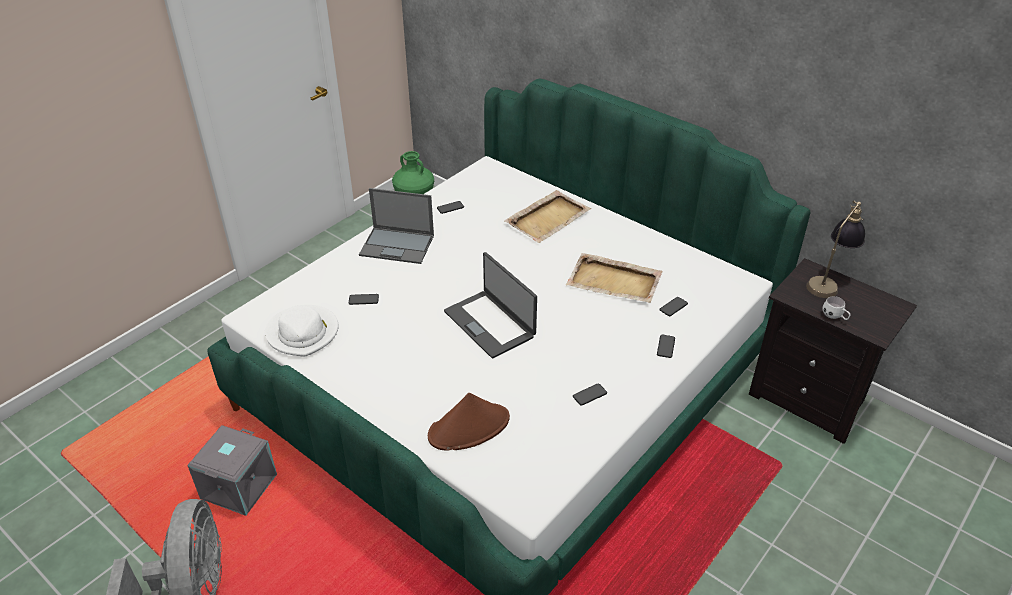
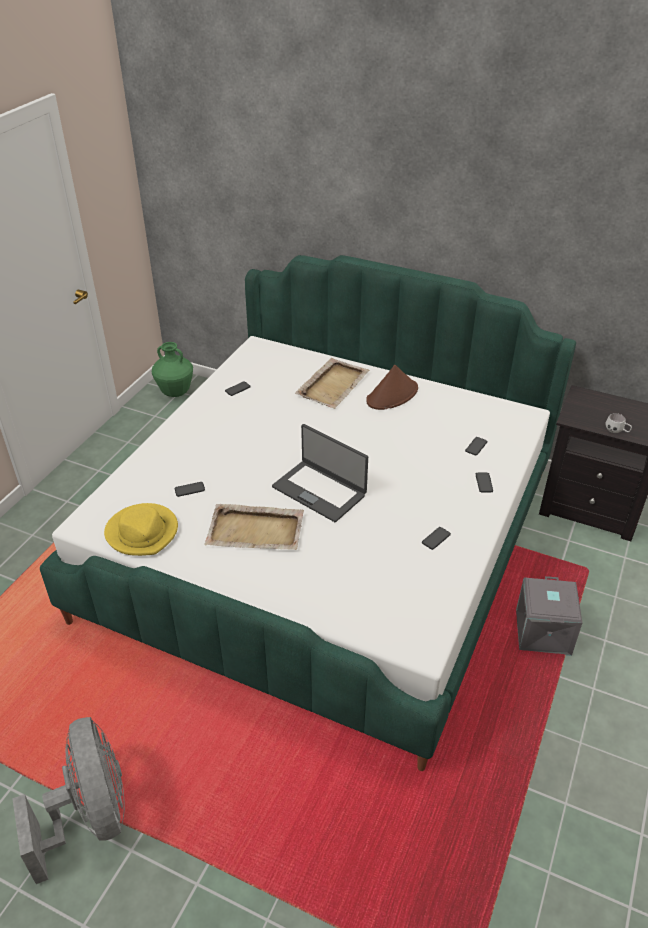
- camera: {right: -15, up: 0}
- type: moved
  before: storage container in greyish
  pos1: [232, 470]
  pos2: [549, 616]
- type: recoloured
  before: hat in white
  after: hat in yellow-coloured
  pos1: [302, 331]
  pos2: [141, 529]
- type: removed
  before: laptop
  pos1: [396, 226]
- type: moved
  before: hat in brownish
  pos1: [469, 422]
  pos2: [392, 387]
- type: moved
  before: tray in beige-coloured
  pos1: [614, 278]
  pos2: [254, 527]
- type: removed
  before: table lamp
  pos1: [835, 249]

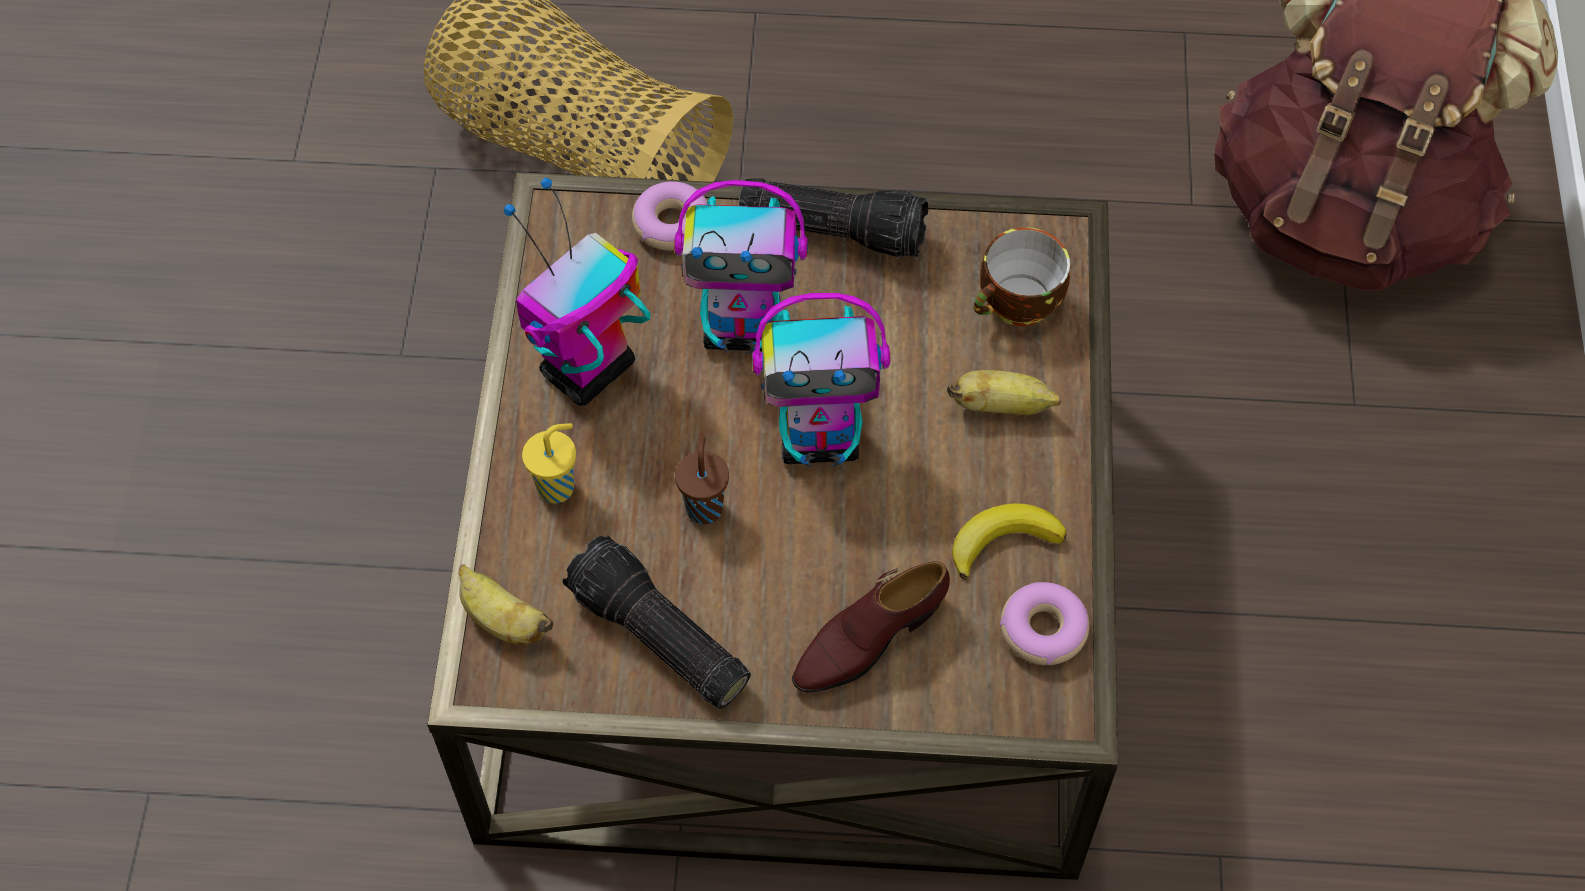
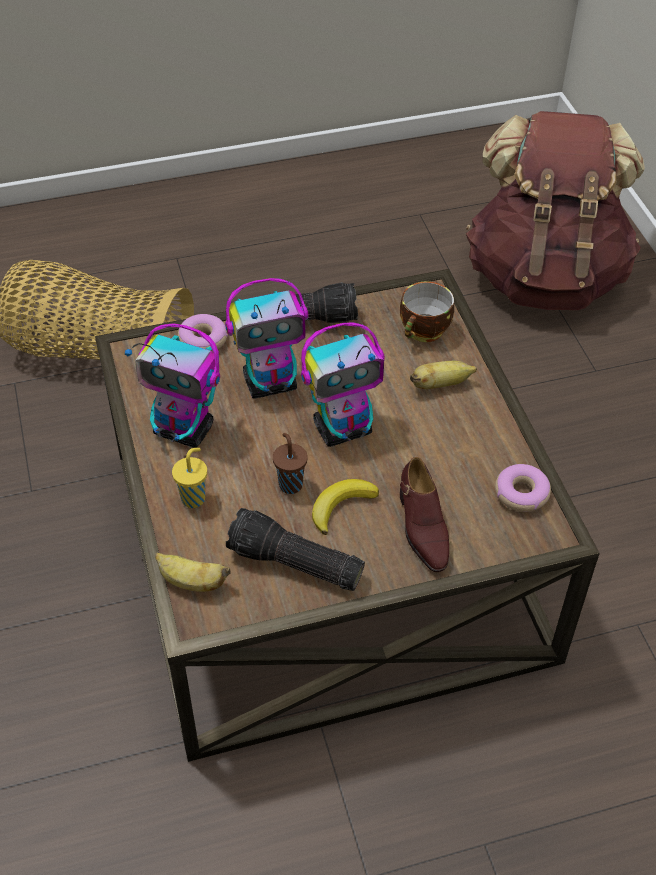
- camera: {right: -20, up: -10}
- type: turned
  before: model robot
  pos1: [577, 292]
  pos2: [172, 385]
  turn: -90
- type: turned
  before: shoe in brownish
  pos1: [871, 627]
  pos2: [424, 514]
  turn: -45
- type: moved
  before: whole banana
  pos1: [1009, 541]
  pos2: [345, 507]

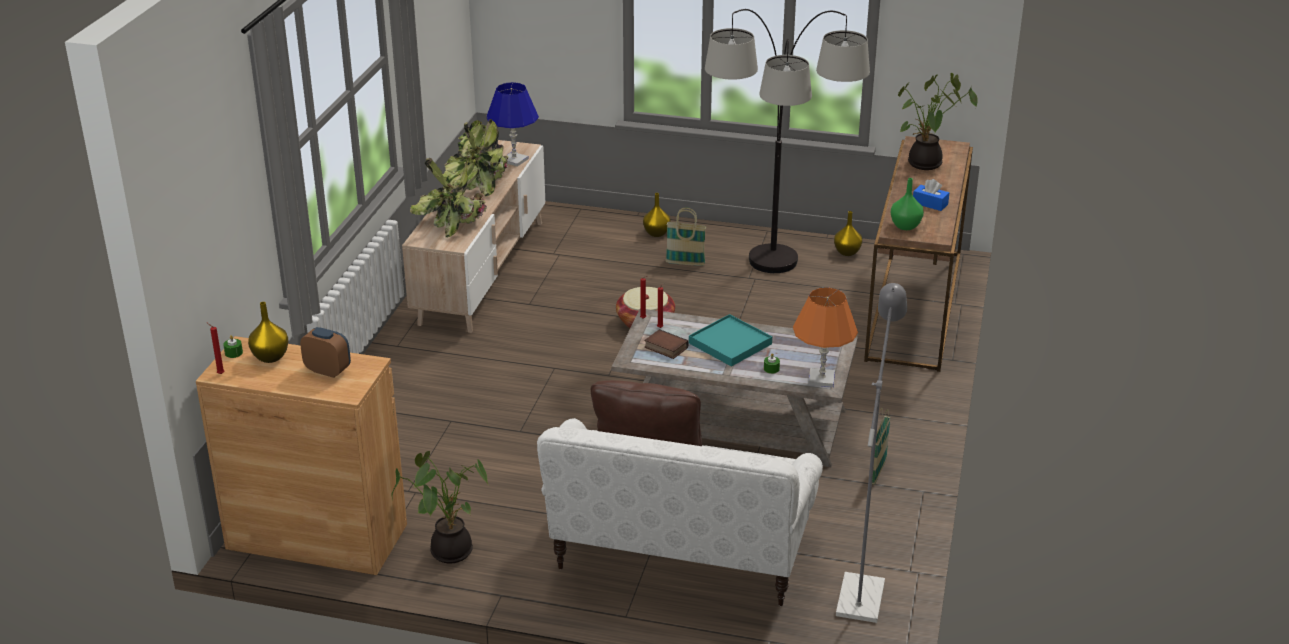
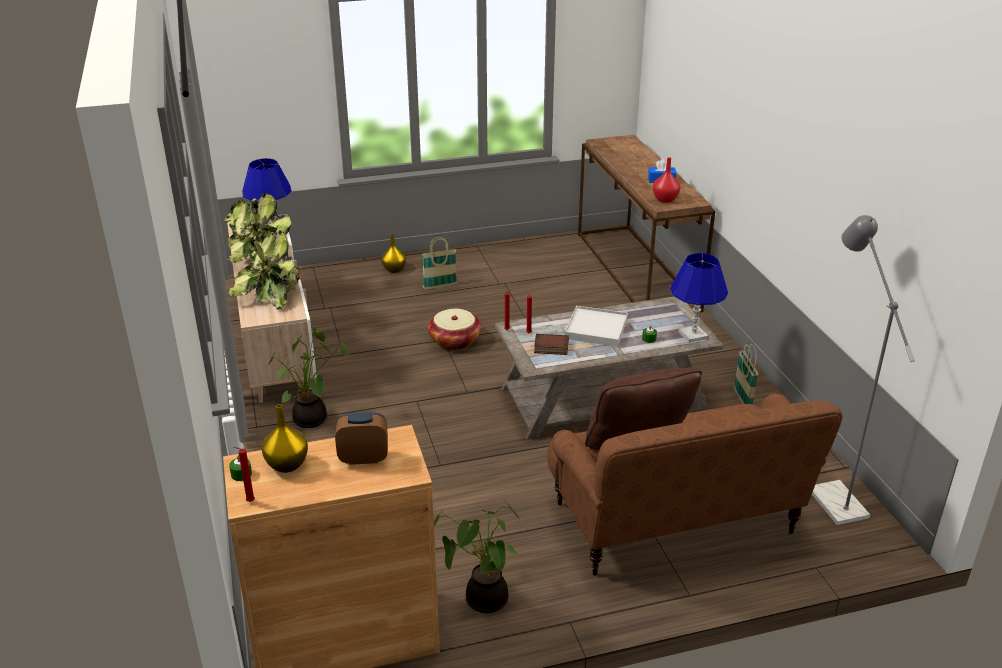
- camera: {right: -30, up: 0}
- type: recoloured
  before: couch in white
  after: couch in brownish
  pos1: [680, 512]
  pos2: [695, 484]
- type: recoloured
  before: tray in turquoise-coloured
  after: tray in white
  pos1: [730, 340]
  pos2: [596, 326]
- type: removed
  before: standing lamp
  pos1: [787, 141]
- type: recoloured
  before: table lamp in orangey
  after: table lamp in blue
  pos1: [825, 337]
  pos2: [699, 298]
- type: removed
  before: decorative vase in yellow-coloured
  pos1: [848, 233]
- type: recoloured
  before: decorative vase in green
  after: decorative vase in reddish
  pos1: [907, 204]
  pos2: [666, 180]
- type: moved
  before: houseplant
  pos1: [938, 121]
  pos2: [308, 378]

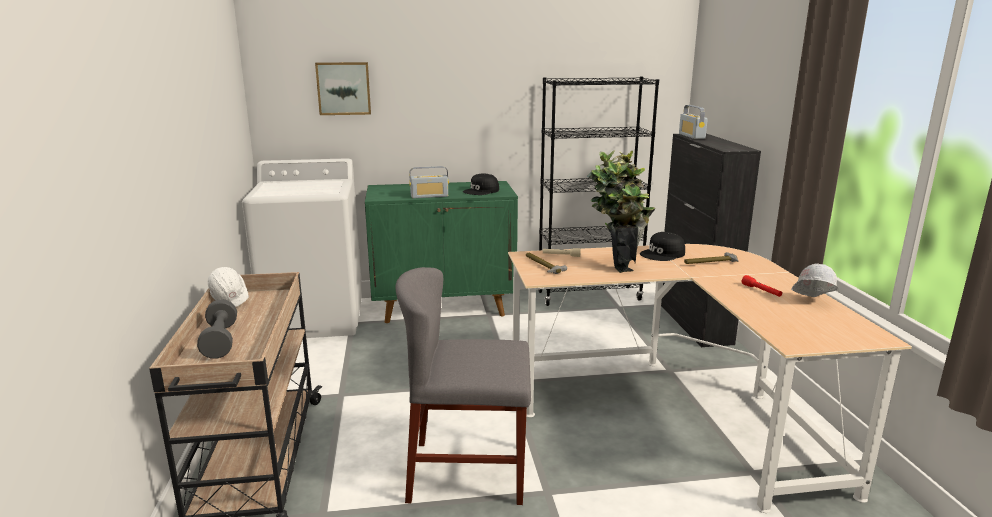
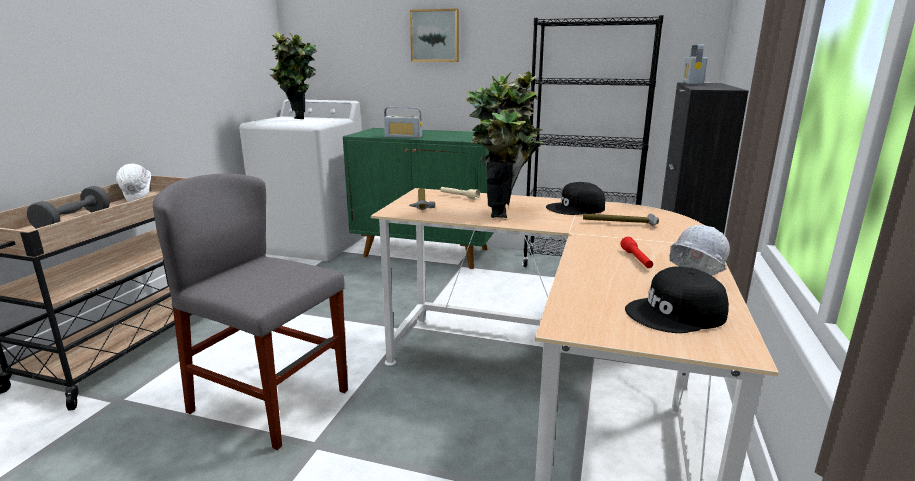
- camera: {right: 25, up: 0}
- type: moved
  before: wall art
  pos1: [343, 88]
  pos2: [434, 35]
- type: moved
  before: baseball cap in black
  pos1: [481, 184]
  pos2: [677, 299]
- type: added
  after: houseplant
  pos2: [293, 75]

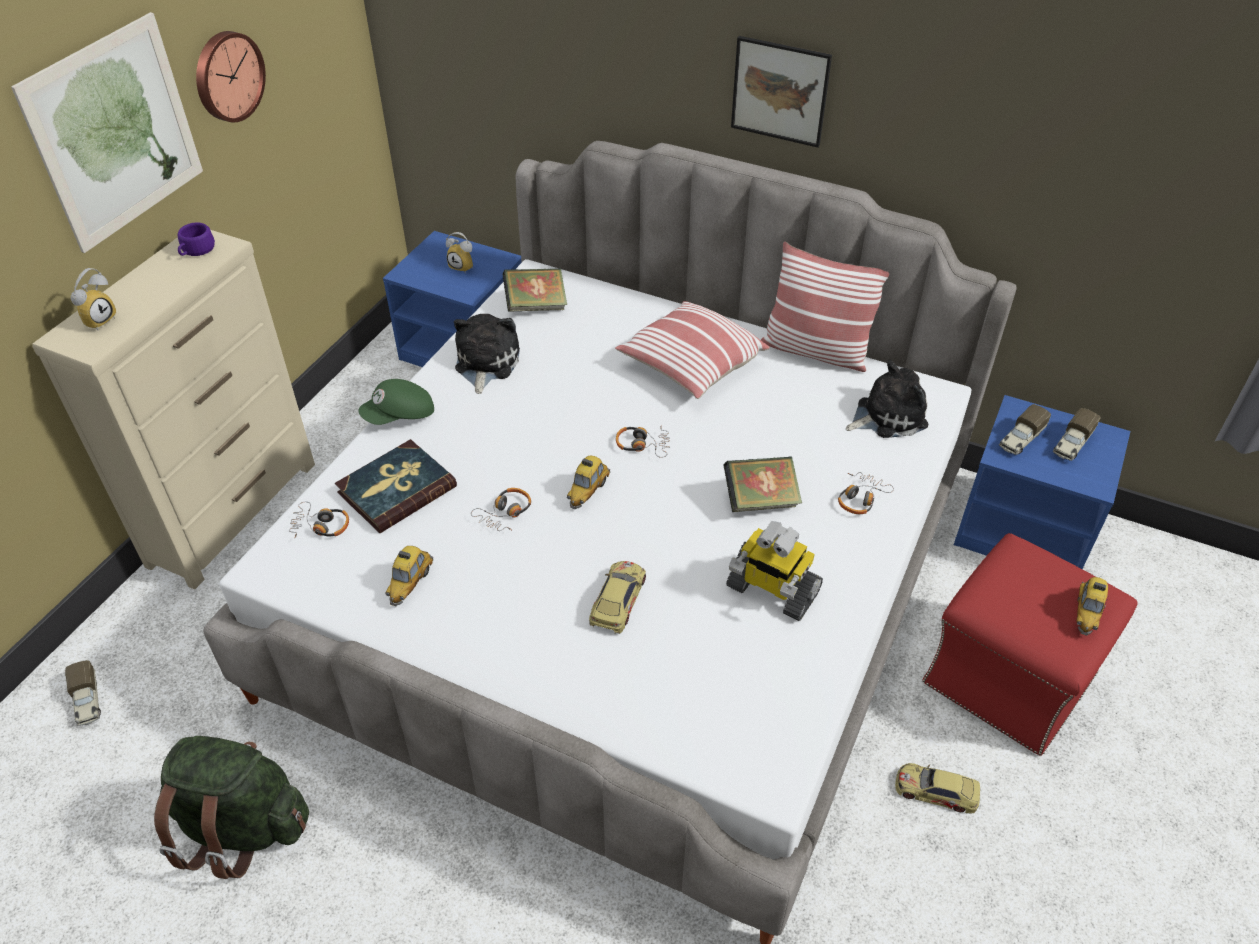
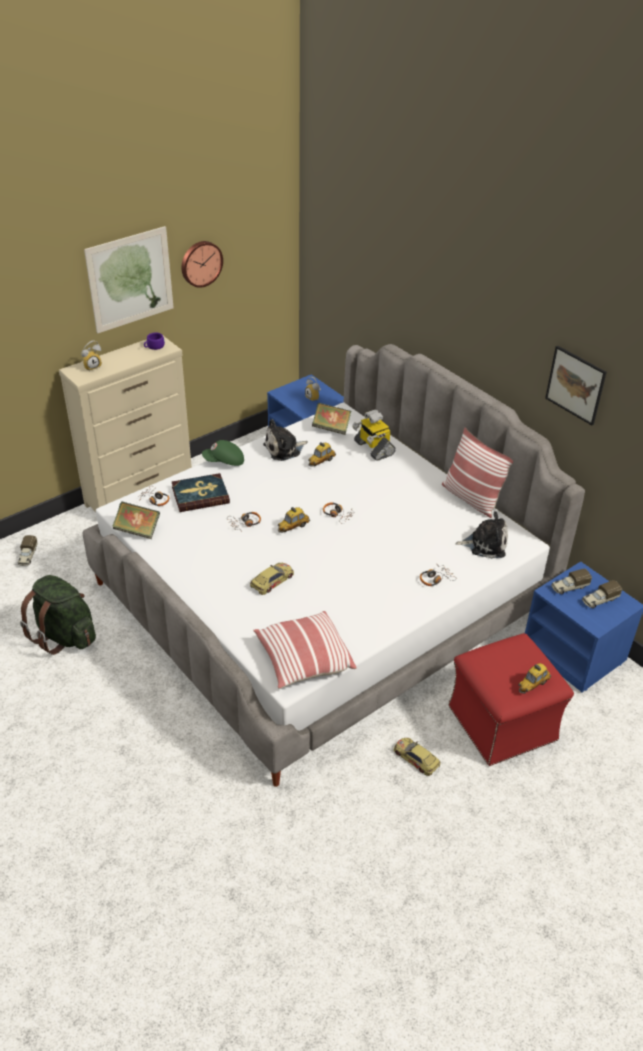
- camera: {right: 25, up: -5}
- type: moved
  before: miniature car
  pos1: [409, 576]
  pos2: [322, 454]
- type: turned
  before: soft toy
  pos1: [487, 354]
  pos2: [285, 440]
  turn: -150
- type: moved
  before: pillow
  pos1: [692, 350]
  pos2: [304, 650]
- type: moved
  before: volume
  pos1: [763, 484]
  pos2: [136, 520]
- type: moved
  before: model robot
  pos1: [774, 571]
  pos2: [374, 435]
- type: moved
  before: wall art
  pos1: [781, 91]
  pos2: [576, 385]

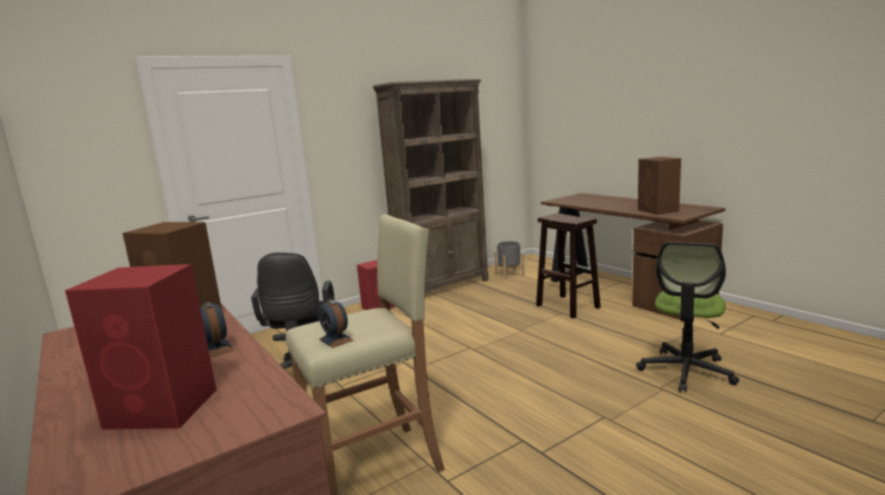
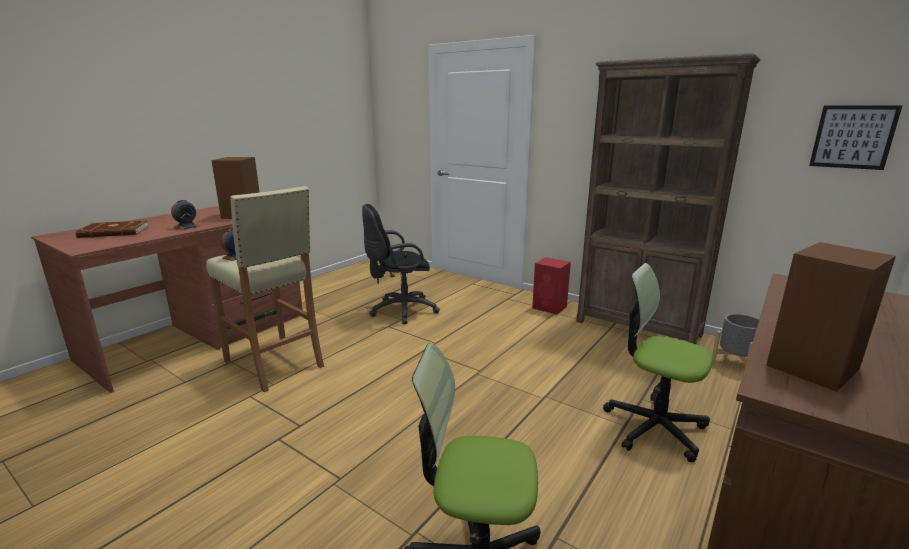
- camera: {right: 70, up: 5}
- type: replaced
  before: audio speaker in reddish
  after: volume in brownish
  pos1: [140, 347]
  pos2: [112, 229]
- type: replaced
  before: stool seat in brownish
  after: desk chair
  pos1: [568, 266]
  pos2: [658, 362]
- type: added
  after: wall art
  pos2: [856, 137]

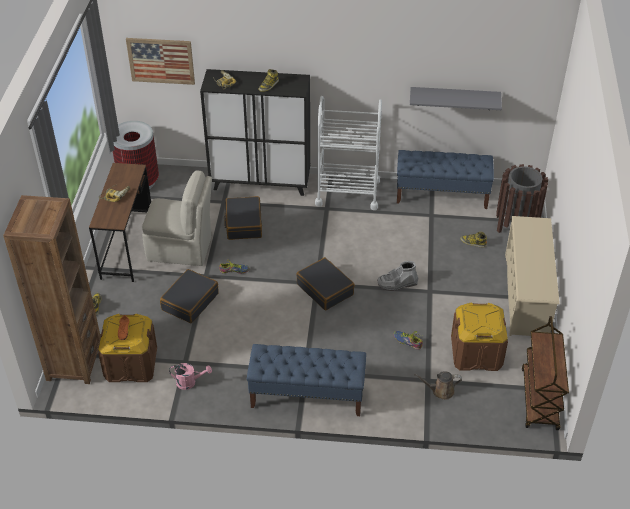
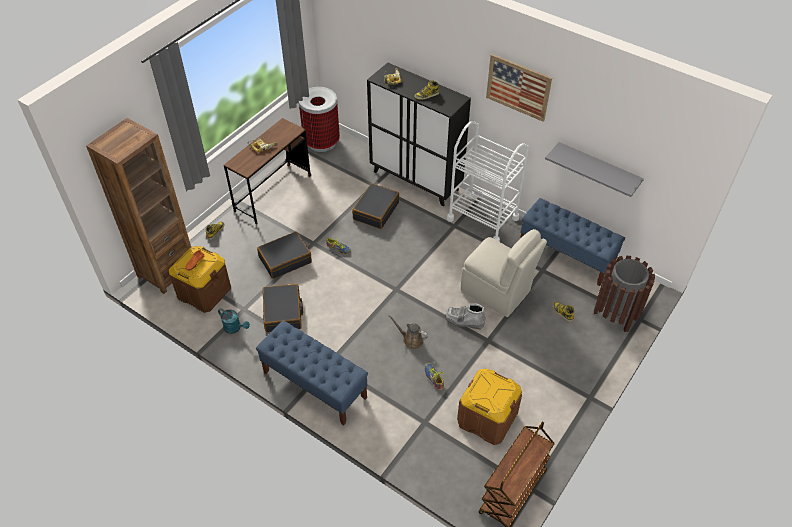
- camera: {right: 30, up: 5}
- type: moved
  before: wall art
  pos1: [160, 61]
  pos2: [519, 88]
- type: moved
  before: upright chair in beige-coloured
  pos1: [177, 218]
  pos2: [504, 273]
- type: recoloured
  before: sprinkling can in pinkish
  after: sprinkling can in turquoise-coloured
  pos1: [190, 376]
  pos2: [234, 321]
- type: moved
  before: suitcase in black
  pos1: [325, 283]
  pos2: [283, 308]
- type: moved
  before: sprinkling can in brownish
  pos1: [438, 385]
  pos2: [408, 332]
- type: removed
  before: shoe rack in beige-coloured
  pos1: [532, 276]

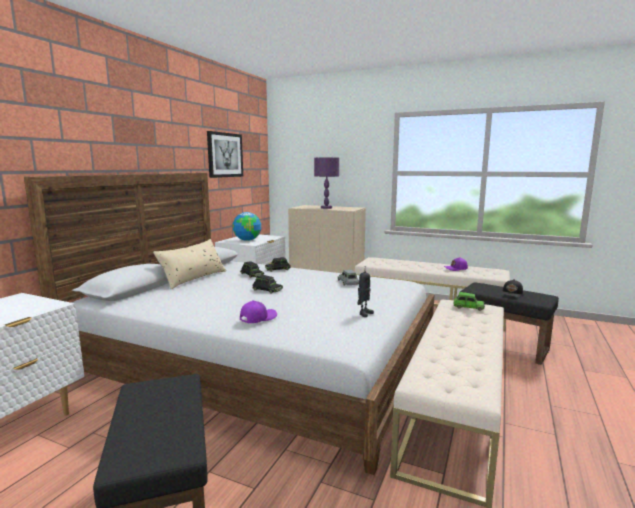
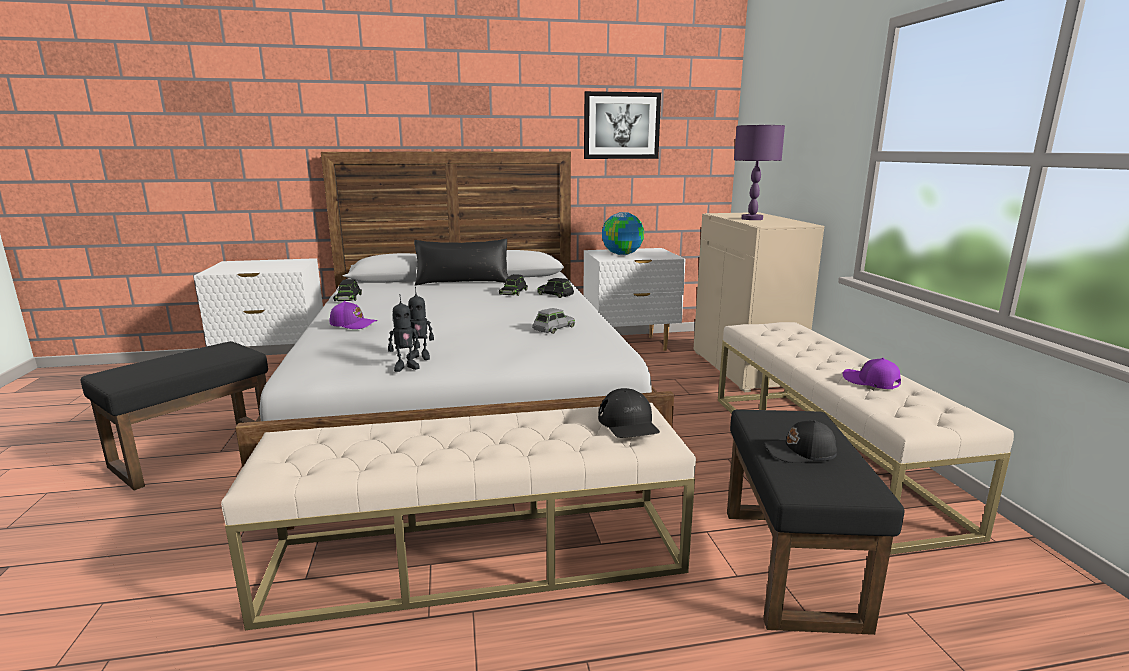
- camera: {right: 55, up: 5}
- type: recoloured
  before: pillow in beige-coloured
  after: pillow in black
  pos1: [189, 264]
  pos2: [461, 262]
- type: moved
  before: miniature car in black
  pos1: [267, 284]
  pos2: [347, 290]
- type: replaced
  before: miniature car in green
  after: baseball cap in black
  pos1: [469, 301]
  pos2: [629, 413]
- type: added
  after: model robot
  pos2: [404, 333]

